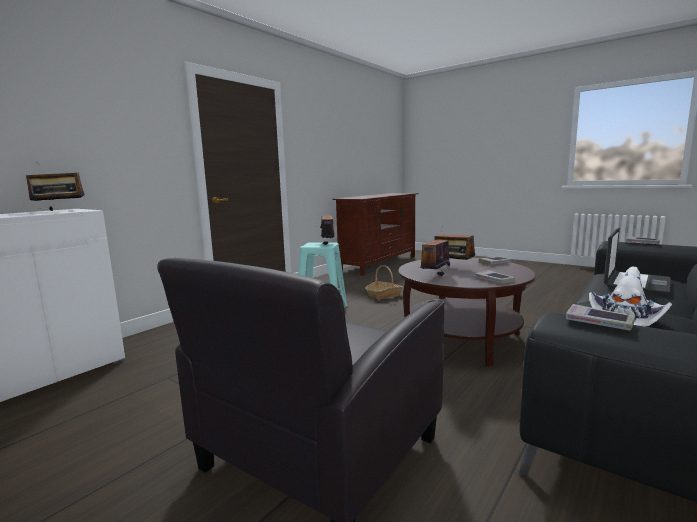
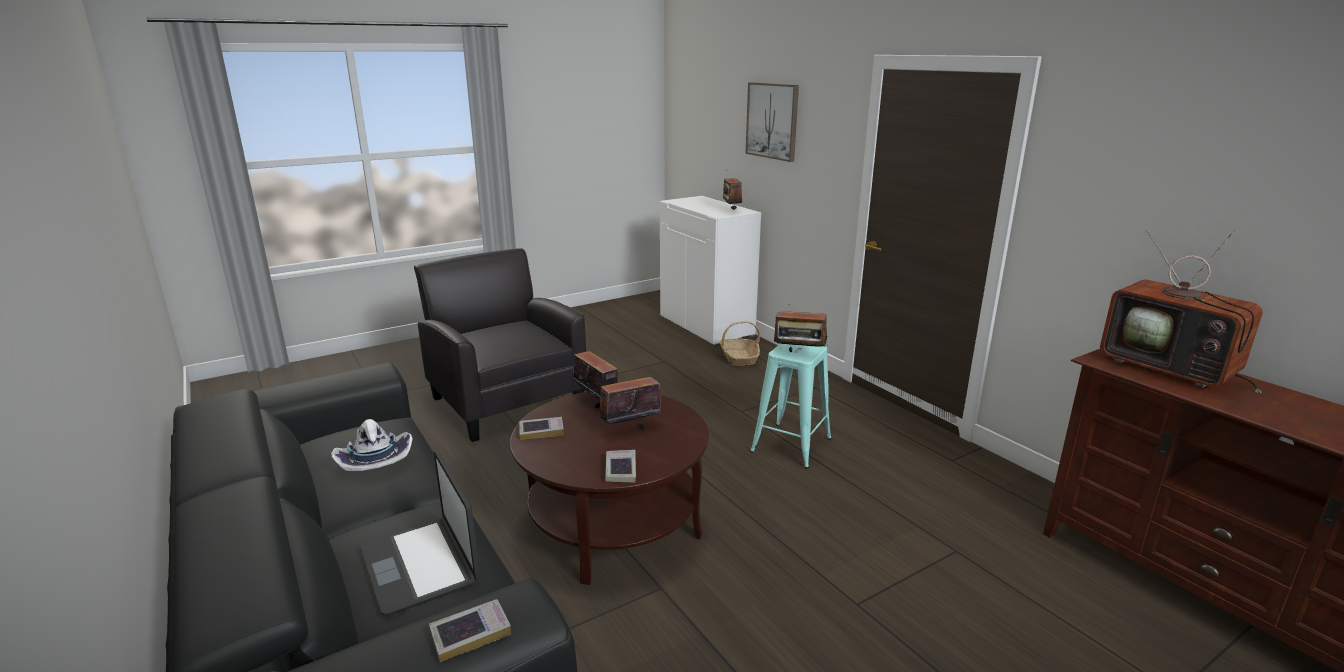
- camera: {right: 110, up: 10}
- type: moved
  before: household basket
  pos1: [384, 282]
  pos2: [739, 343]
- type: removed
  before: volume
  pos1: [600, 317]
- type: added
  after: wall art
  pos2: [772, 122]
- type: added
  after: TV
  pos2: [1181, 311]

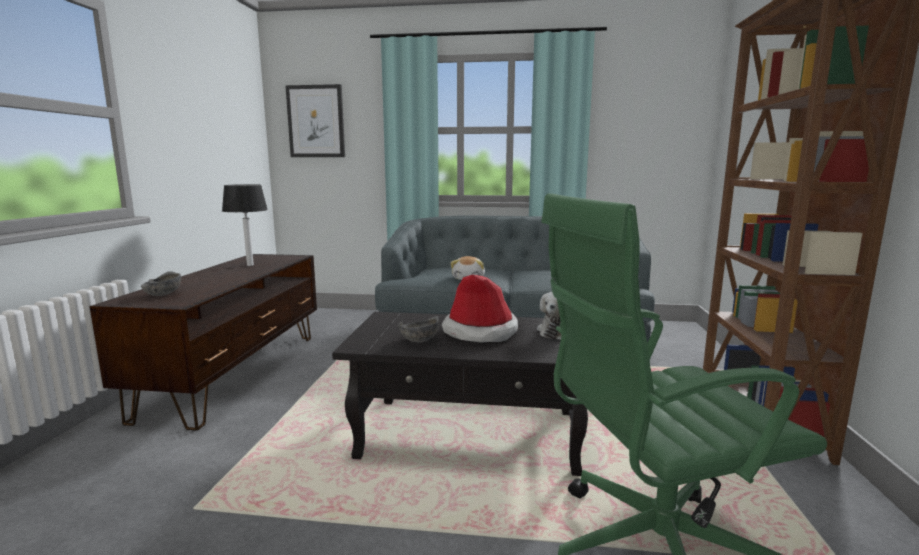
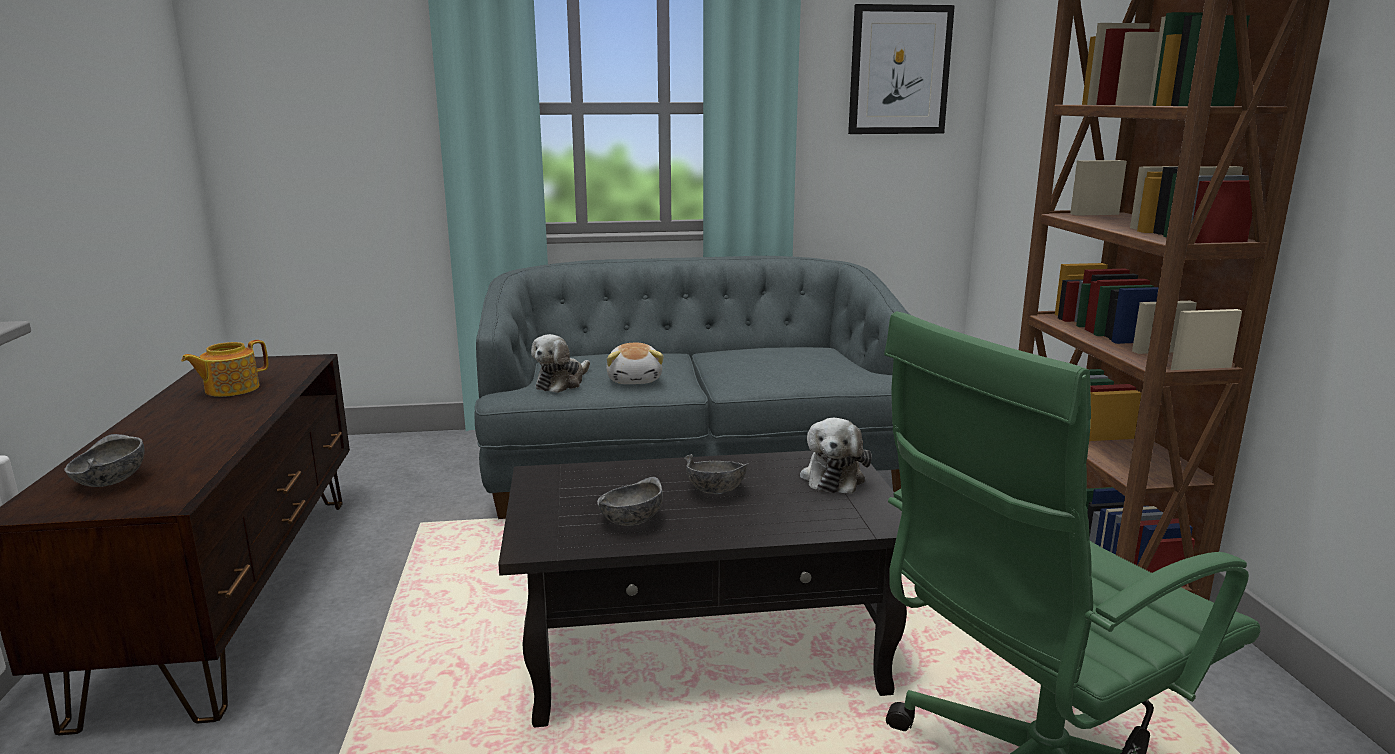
- camera: {right: -15, up: 5}
- type: replaced
  before: table lamp
  after: teapot
  pos1: [245, 225]
  pos2: [224, 368]
- type: moved
  before: wall art
  pos1: [315, 120]
  pos2: [901, 69]
- type: replaced
  before: hat
  after: deep dish in greyish
  pos1: [480, 308]
  pos2: [716, 474]
- type: added
  after: soft toy
  pos2: [560, 363]

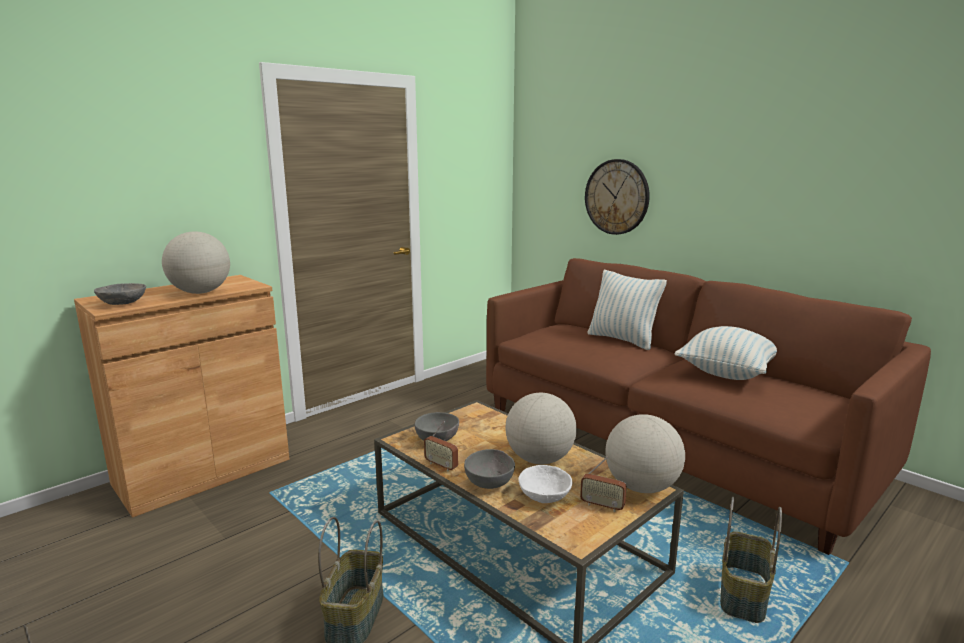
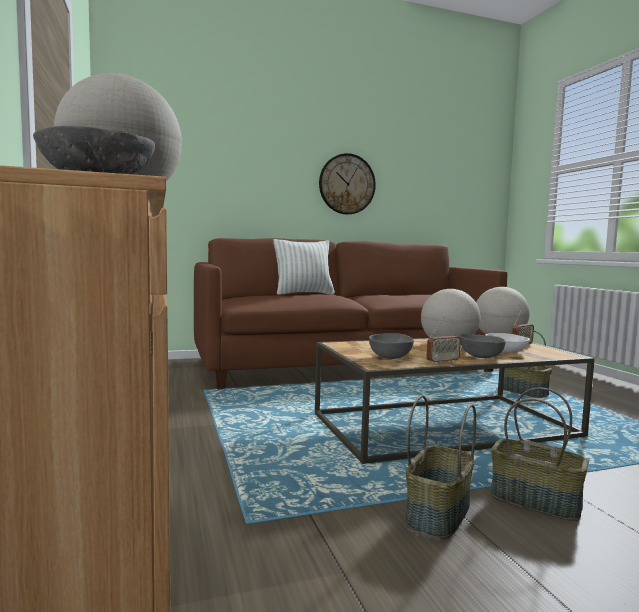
- camera: {right: -65, up: -10}
- type: moved
  before: wall clock
  pos1: [617, 197]
  pos2: [347, 183]
- type: removed
  before: pillow
  pos1: [726, 353]
- type: added
  after: household basket
  pos2: [440, 467]

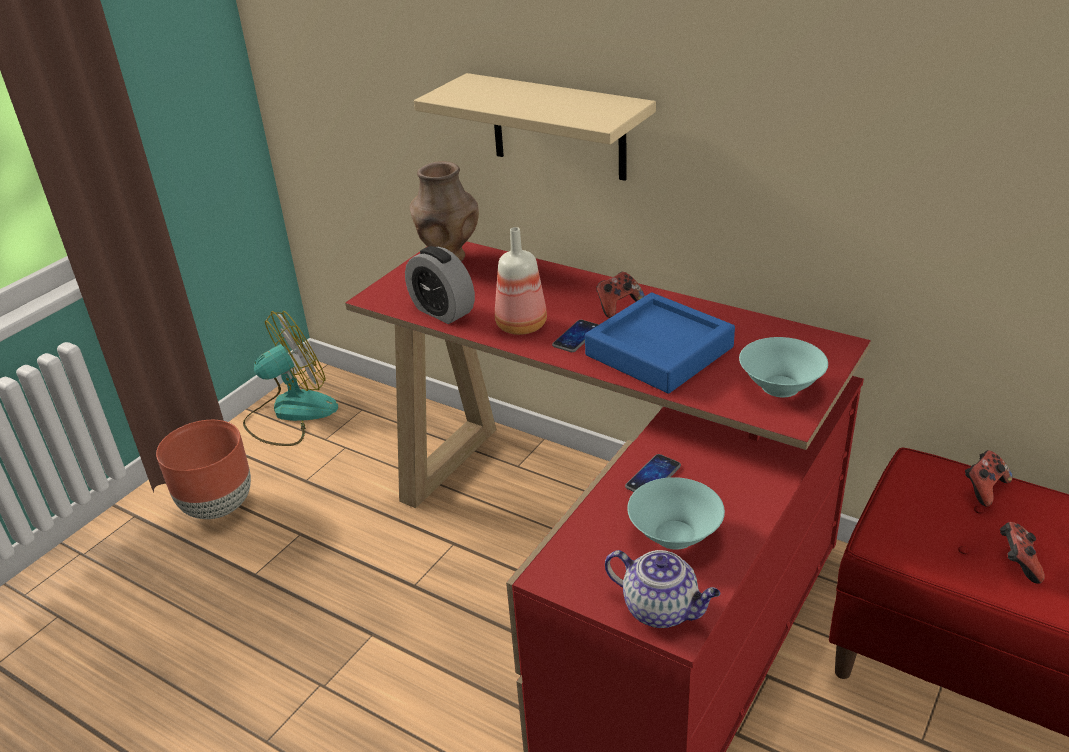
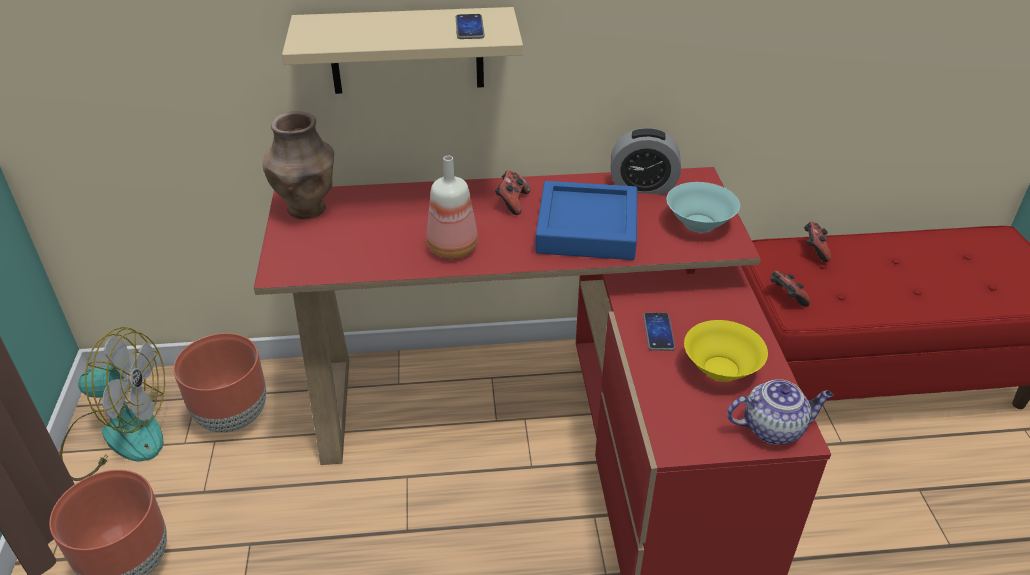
- camera: {right: -40, up: 5}
- type: turned
  before: cooling fan
  pos1: [290, 378]
  pos2: [112, 404]
  turn: 75
- type: moved
  before: alarm clock
  pos1: [440, 285]
  pos2: [646, 161]
- type: moved
  before: telephone
  pos1: [575, 336]
  pos2: [470, 26]
- type: recoloured
  before: deep dish in turquoise-coloured
  after: deep dish in yellow-coloured
  pos1: [676, 513]
  pos2: [726, 351]
- type: moved
  before: game controller
  pos1: [1022, 553]
  pos2: [790, 289]
- type: added
  after: flower pot in brownish
  pos2: [219, 383]

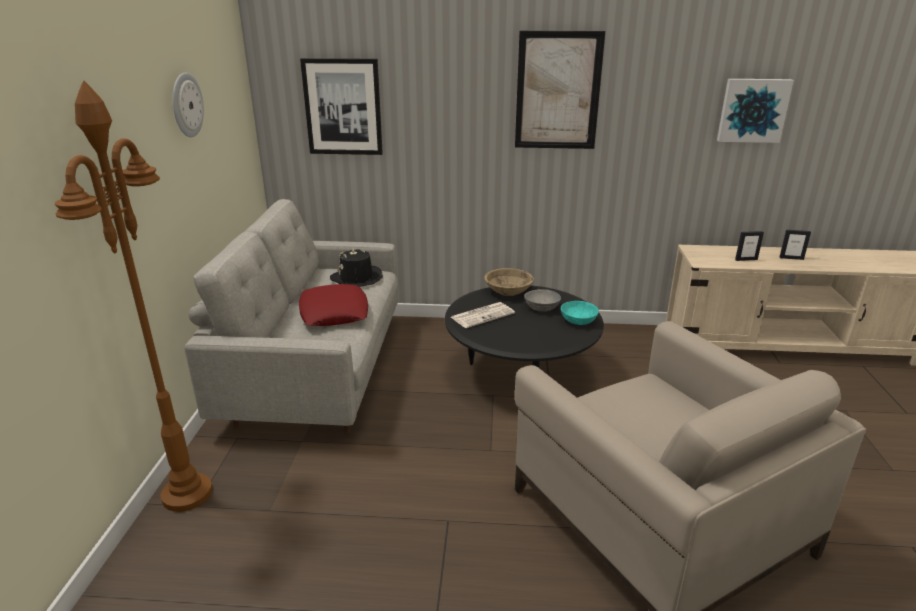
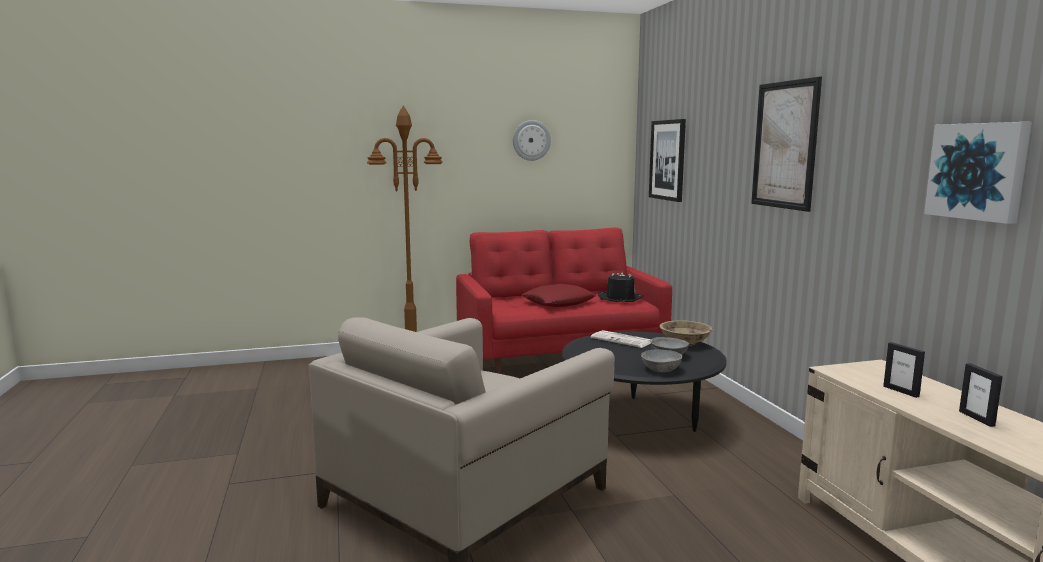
- camera: {right: 70, up: -15}
- type: recoloured
  before: couch in greyish
  after: couch in reddish
  pos1: [291, 316]
  pos2: [564, 300]
- type: recoloured
  before: deep dish in turquoise-coloured
  after: deep dish in greyish
  pos1: [580, 313]
  pos2: [661, 360]

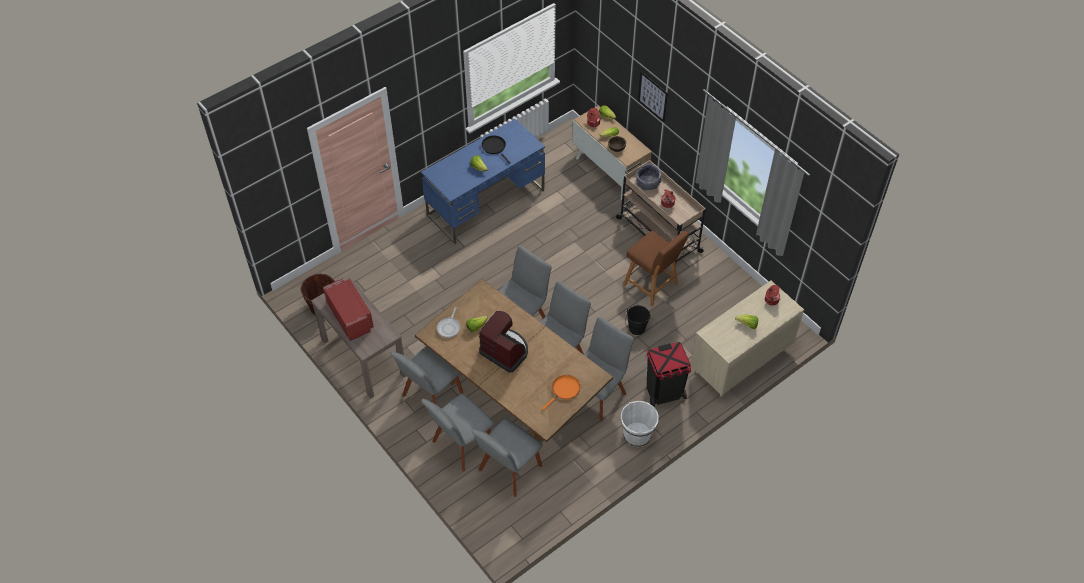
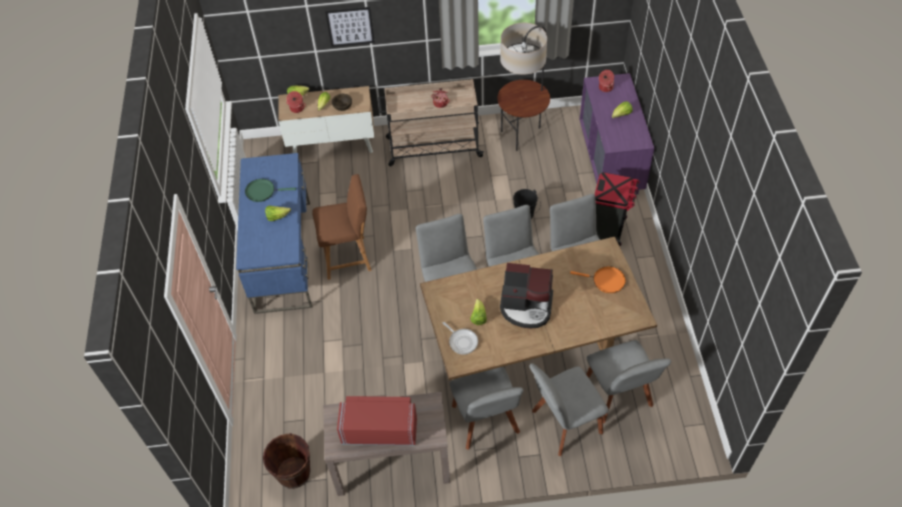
- camera: {right: -55, up: 0}
- type: turned
  before: upright chair in greyish
  pos1: [457, 432]
  pos2: [569, 409]
  turn: 75
- type: turned
  before: coffee brewer
  pos1: [503, 342]
  pos2: [526, 295]
  turn: -150
- type: recoloured
  before: skillet in black
  after: skillet in green
  pos1: [496, 149]
  pos2: [270, 190]
- type: turned
  before: skillet in orangey
  pos1: [561, 392]
  pos2: [598, 279]
  turn: 120
- type: removed
  before: bucket in white
  pos1: [640, 424]
- type: moved
  before: stool seat in brownish
  pos1: [656, 269]
  pos2: [342, 227]
- type: removed
  before: deep dish in greyish
  pos1: [649, 177]
- type: recoloured
  before: dresser in beige-coloured
  after: dresser in purple-coloured
  pos1: [747, 339]
  pos2: [617, 133]
- type: added
  after: standing lamp
  pos2: [523, 87]

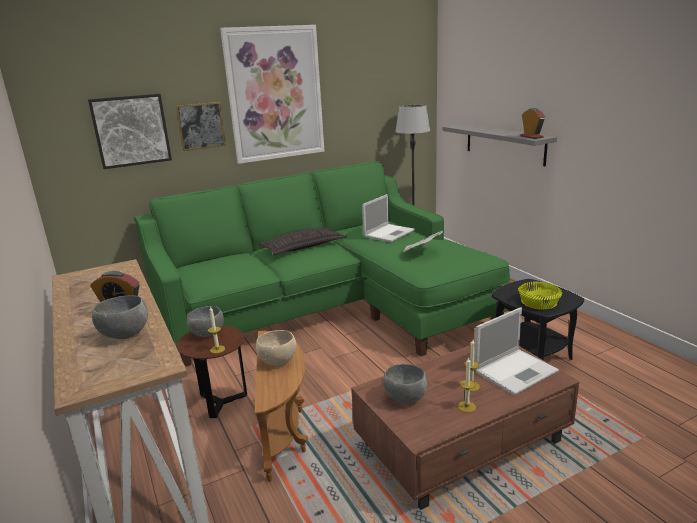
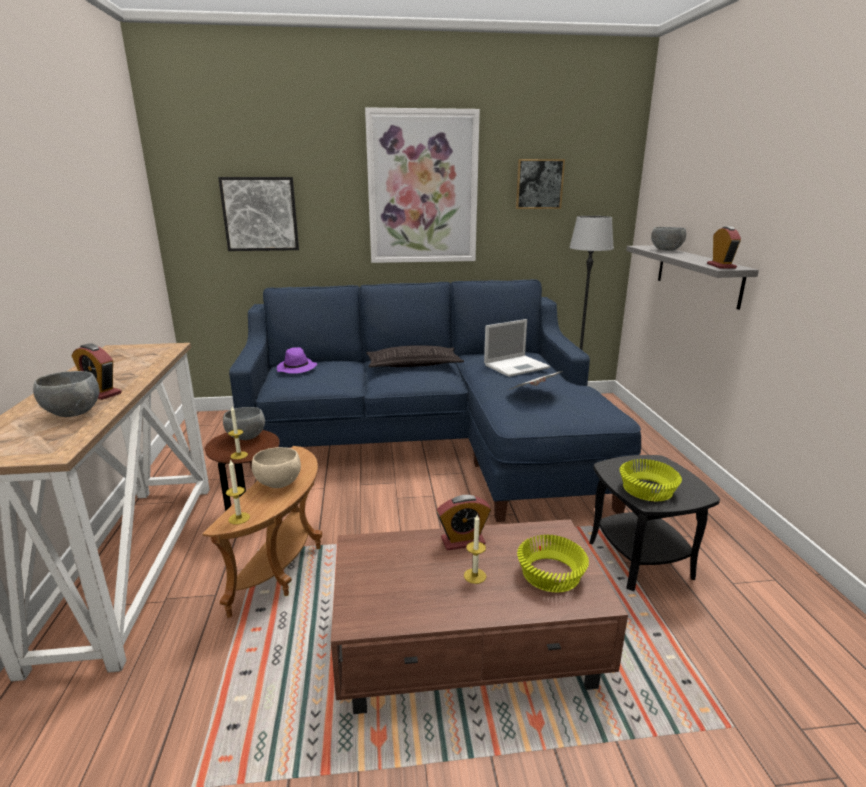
- camera: {right: 20, up: 0}
- type: recoloured
  before: couch in green
  after: couch in blue
  pos1: [322, 264]
  pos2: [435, 400]
- type: moved
  before: wall art
  pos1: [200, 126]
  pos2: [540, 184]
- type: moved
  before: deep dish in greyish
  pos1: [405, 384]
  pos2: [668, 239]
- type: moved
  before: candle
  pos1: [467, 385]
  pos2: [238, 492]
- type: replaced
  before: laptop
  after: deep dish in yellow-coloured
  pos1: [516, 351]
  pos2: [553, 563]
- type: added
  after: hat in purple-coloured
  pos2: [297, 360]
- type: added
  after: alarm clock
  pos2: [463, 523]

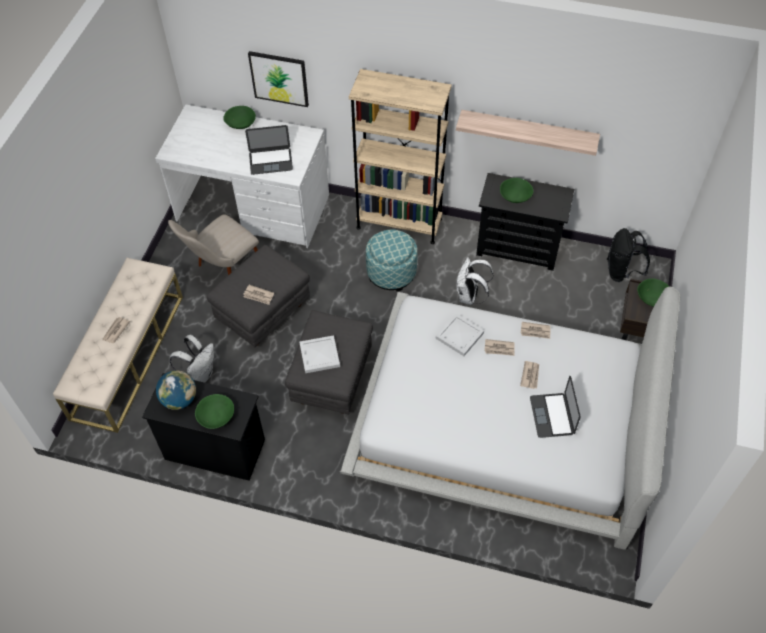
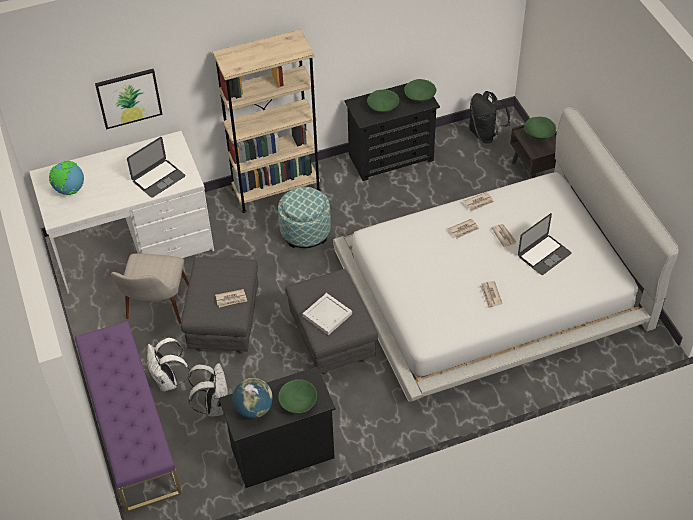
- camera: {right: -35, up: -5}
- type: recoloured
  before: bench in beige-coloured
  after: bench in purple-coloured
  pos1: [118, 345]
  pos2: [128, 417]
- type: moved
  before: newspaper
  pos1: [116, 330]
  pos2: [491, 294]
- type: moved
  before: deep dish in green
  pos1: [239, 117]
  pos2: [420, 90]
- type: removed
  before: tray in white
  pos1: [460, 334]
- type: removed
  before: shelf
  pos1: [528, 133]
- type: moved
  before: rucksack in white
  pos1: [475, 281]
  pos2: [168, 365]
- type: turned
  before: laptop
  pos1: [555, 407]
  pos2: [545, 244]
  turn: -90
- type: added
  after: desk globe
  pos2: [66, 178]

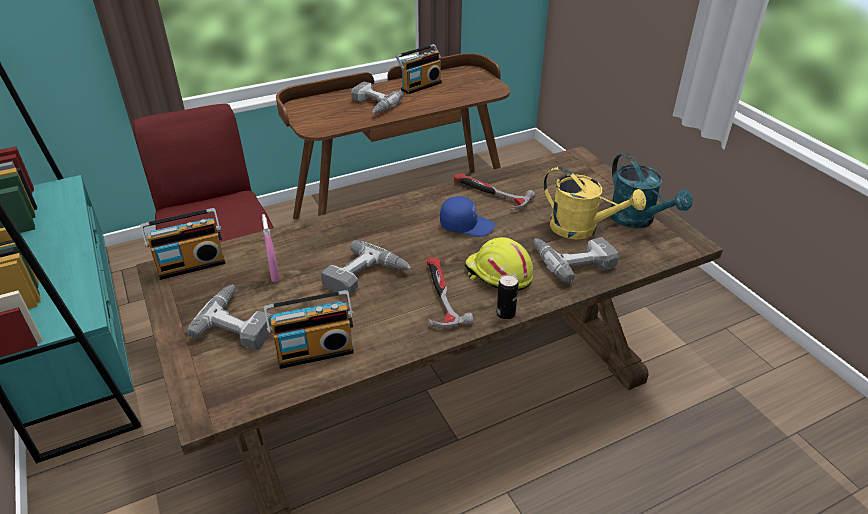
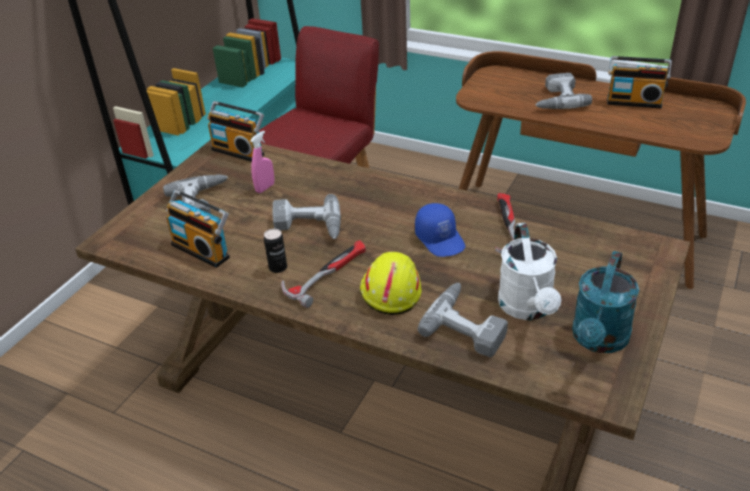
- camera: {right: 55, up: 0}
- type: moved
  before: can
  pos1: [507, 296]
  pos2: [275, 251]
- type: recoloured
  before: sprinkling can in yellow-coloured
  after: sprinkling can in white
  pos1: [594, 203]
  pos2: [529, 271]

